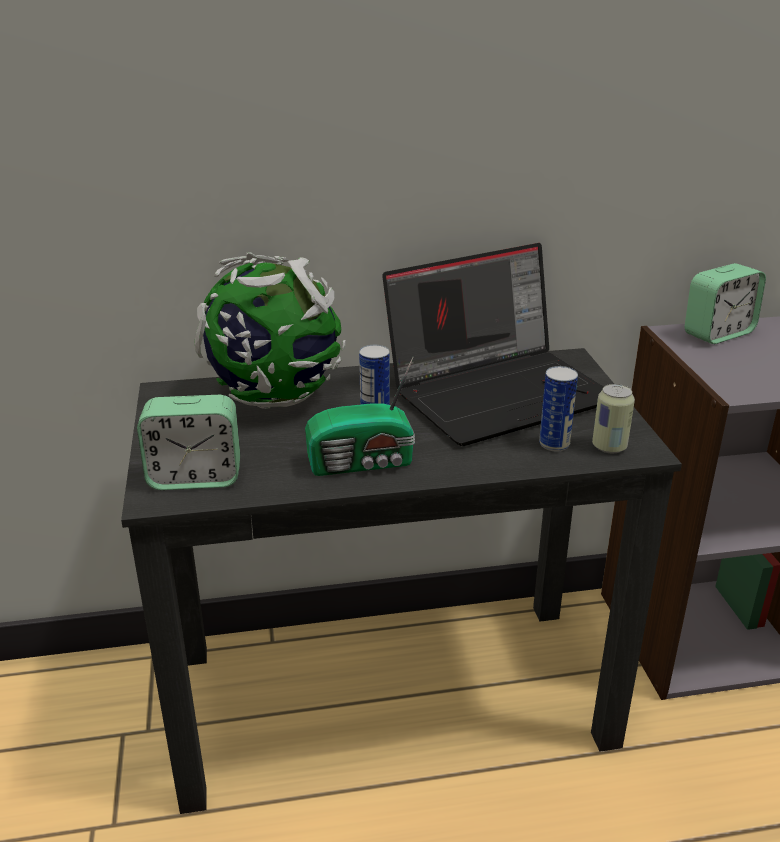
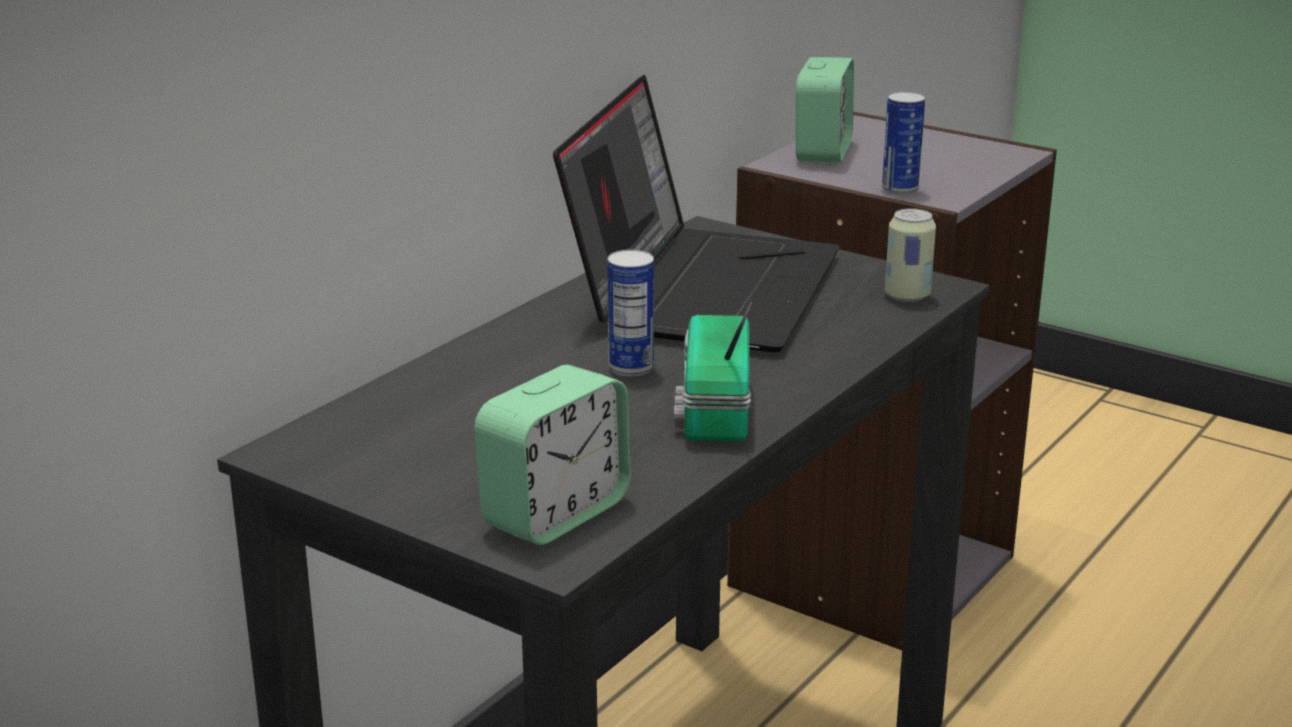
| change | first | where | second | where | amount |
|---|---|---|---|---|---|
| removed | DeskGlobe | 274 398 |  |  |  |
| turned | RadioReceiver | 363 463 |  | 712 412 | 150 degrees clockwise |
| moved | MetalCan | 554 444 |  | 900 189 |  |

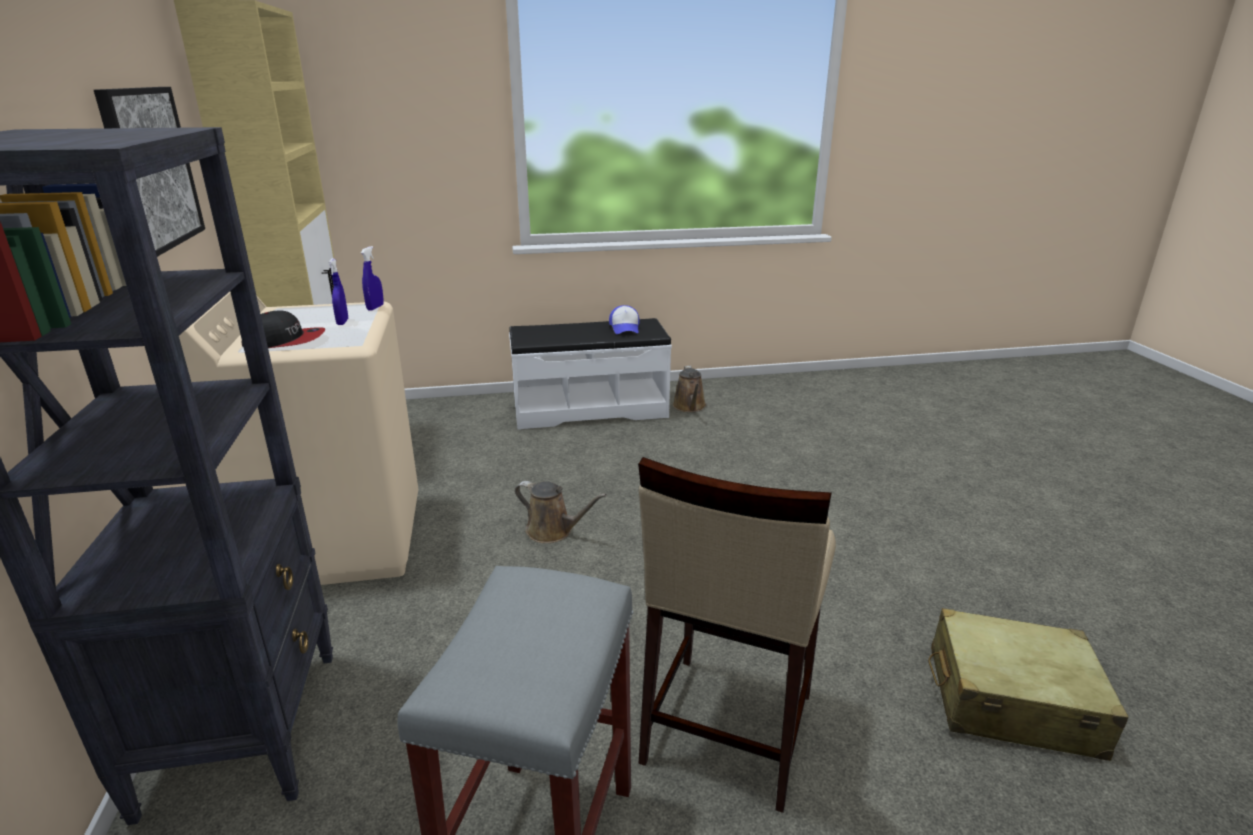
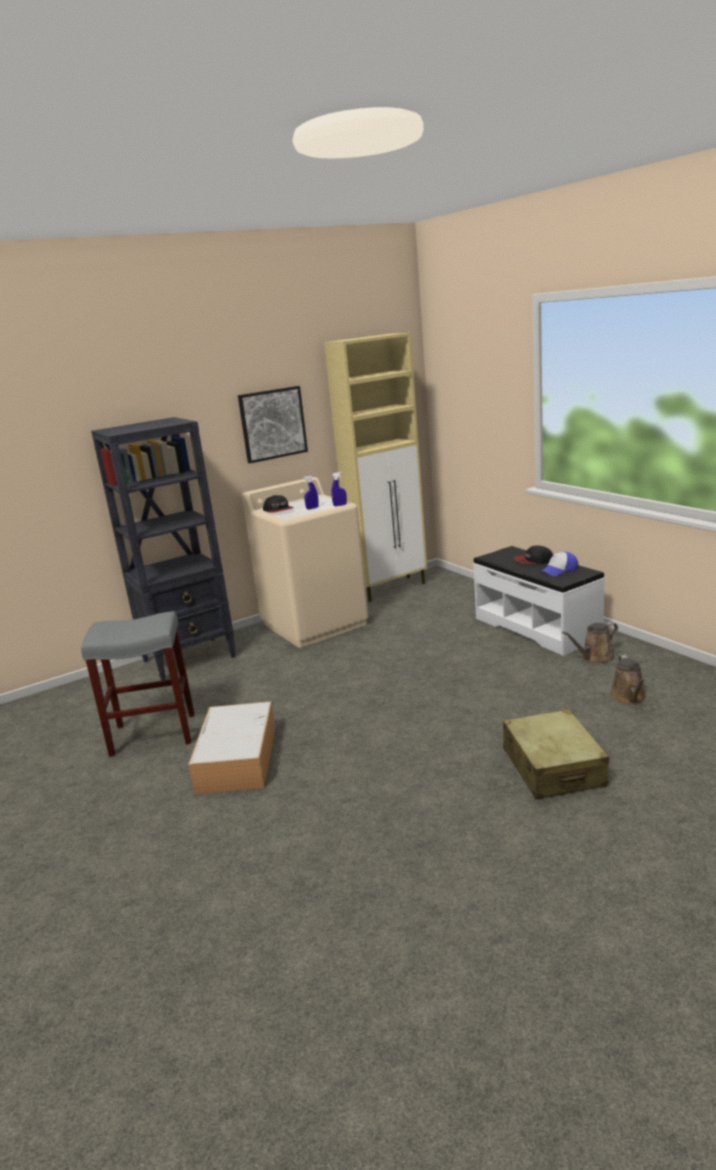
| change | first | where | second | where | amount |
|---|---|---|---|---|---|
| moved | BrownWateringPot | 553 531 |  | 629 698 |  |
| replaced | BeigeColouredStoolSeat | 726 728 | StorageBox | 237 758 |  |
| moved | BeigeColouredTravelCase | 1011 701 |  | 553 768 |  |
| added |  |  | Cap | 534 561 |  |

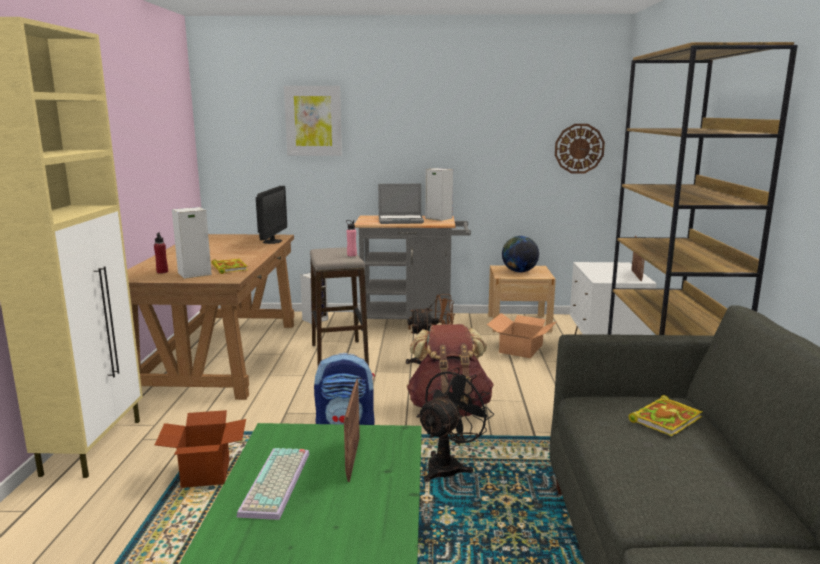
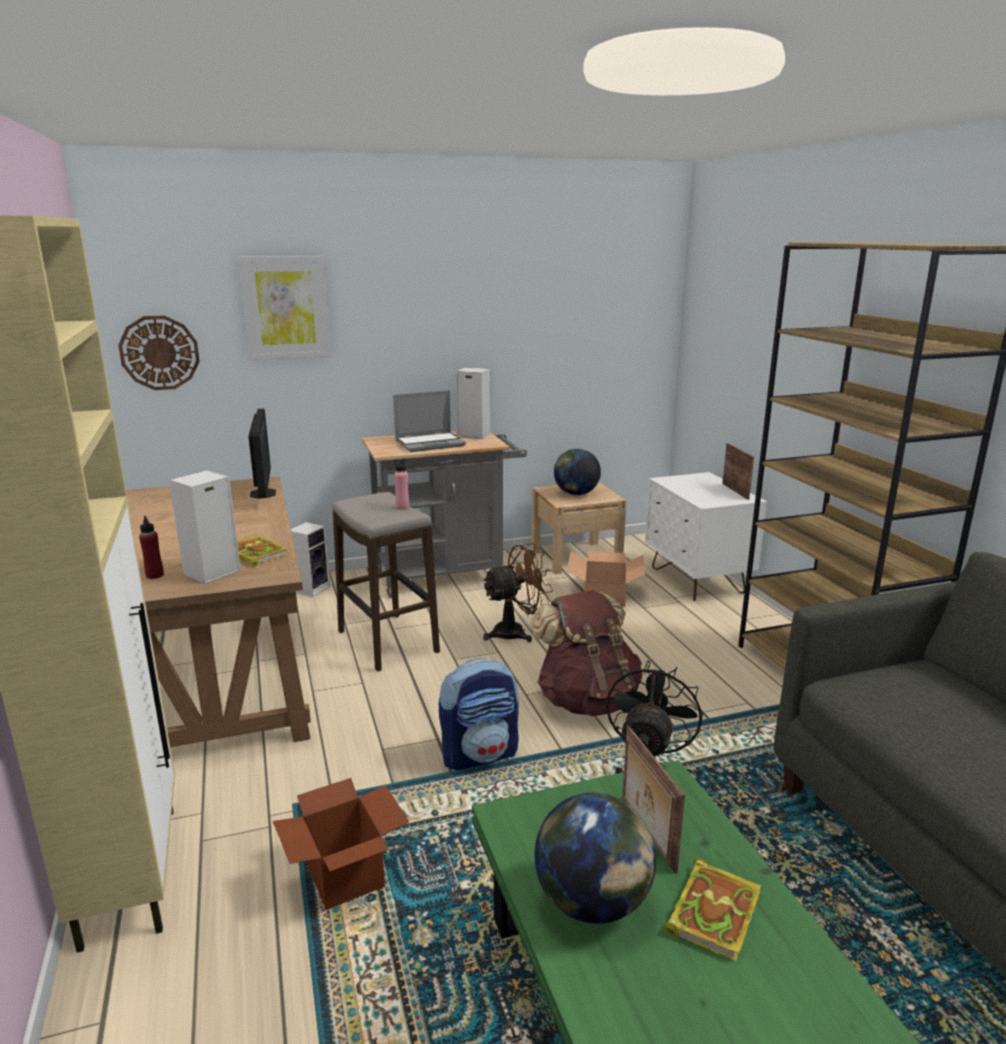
| change | first | where | second | where | amount |
|---|---|---|---|---|---|
| replaced | ComputerKeyboard | 277 484 | DeskGlobe | 593 902 |  |
| moved | ClockOnTheWall | 579 148 |  | 159 353 |  |
| moved | Book | 666 419 |  | 713 910 |  |

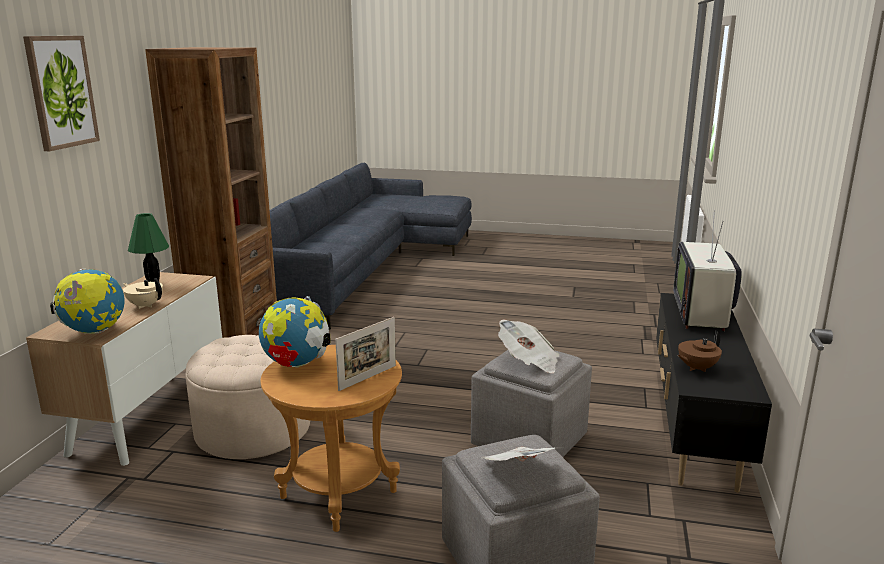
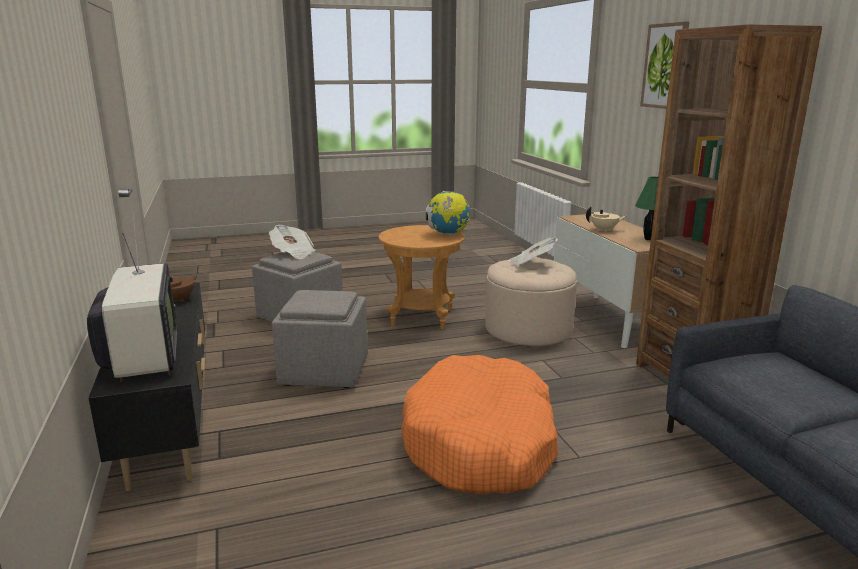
| change | first | where | second | where | amount |
|---|---|---|---|---|---|
| removed | DeskGlobe | 94 331 |  |  |  |
| removed | StandingFrame | 368 378 |  |  |  |
| moved | PrintedPaper | 529 362 |  | 531 264 |  |
| added |  |  | OrangePetBed | 481 443 |  |

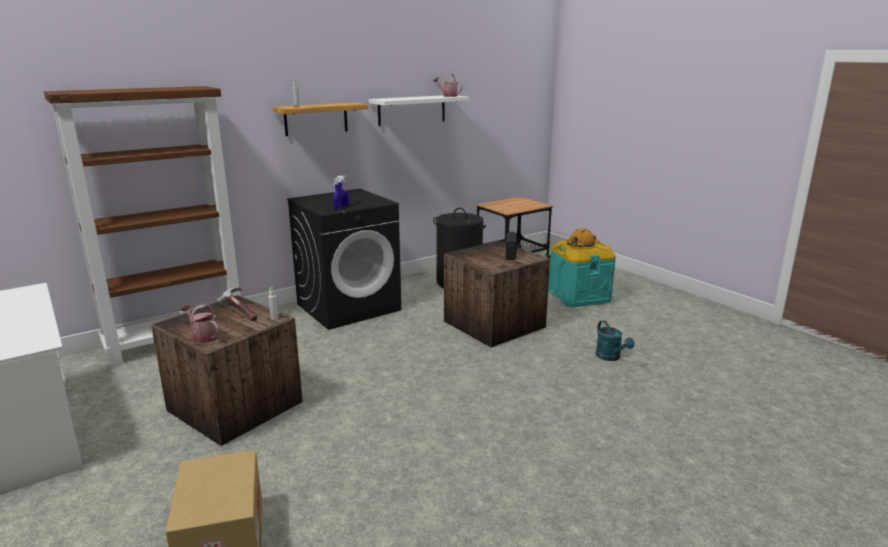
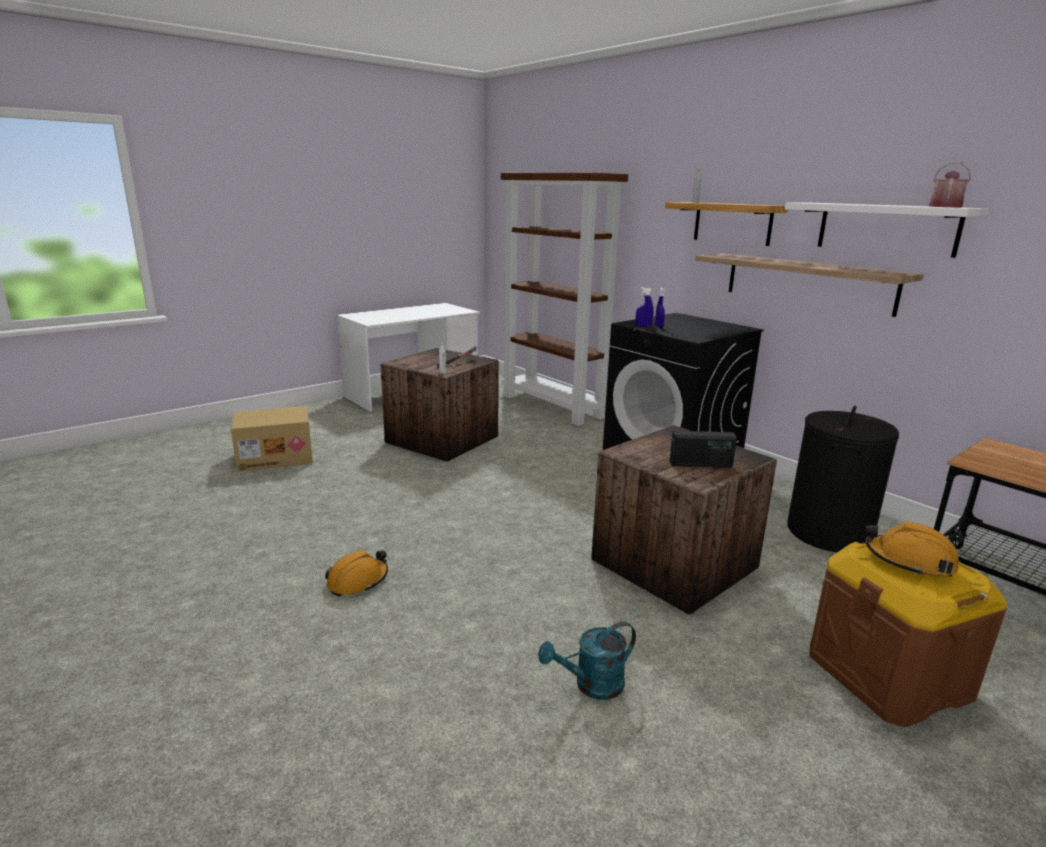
| change | first | where | second | where | amount |
|---|---|---|---|---|---|
| removed | WateringPot | 203 336 |  |  |  |
| recoloured | TurquoiseStorageBox | 578 296 | BrownStorageBox | 887 674 |  |
| added |  |  | OrangeWorkHelmet | 358 581 |  |
| added |  |  | BracketShelf | 808 282 |  |

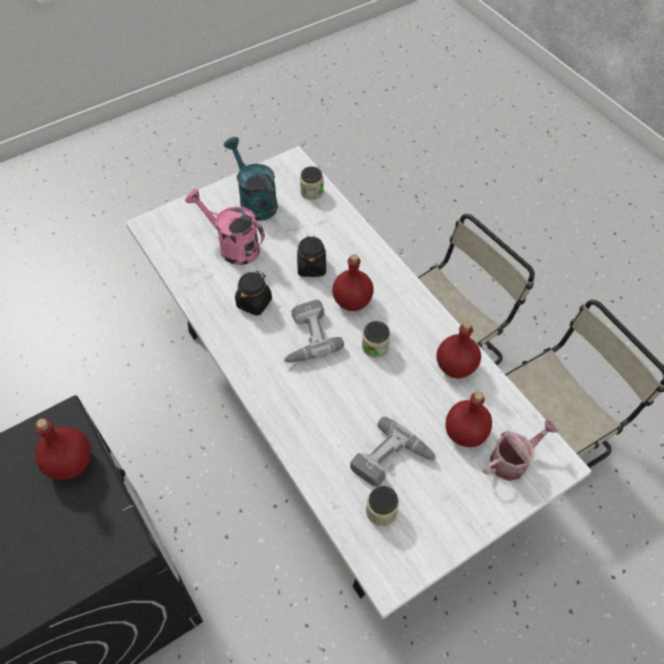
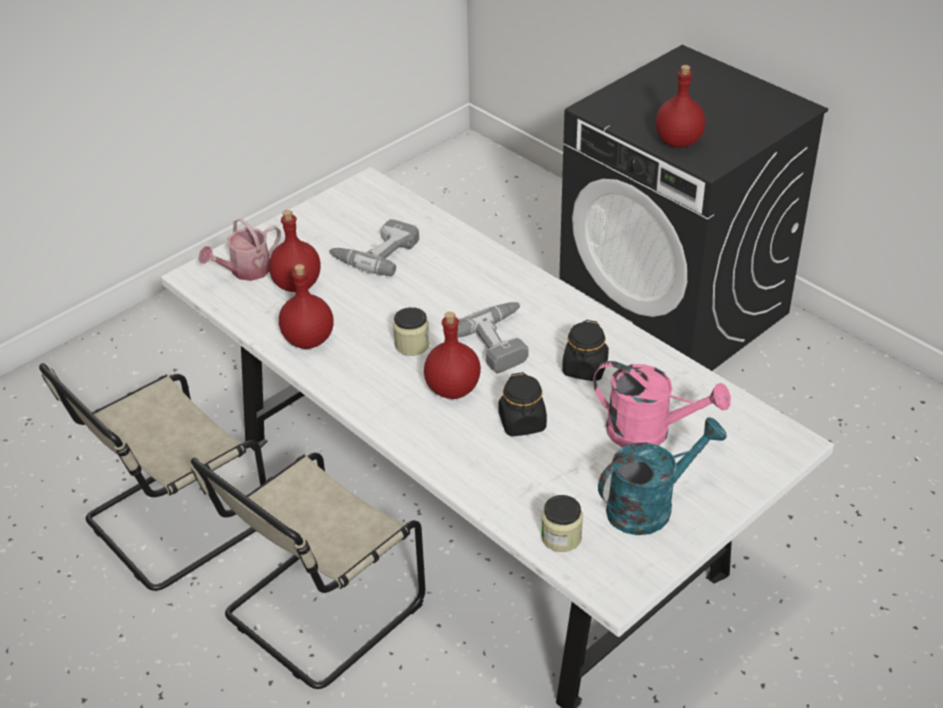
| change | first | where | second | where | amount |
|---|---|---|---|---|---|
| turned | TurquoiseWateringPot | 254 201 |  | 650 505 | 75 degrees counterclockwise |
| removed | Jar | 381 511 |  |  |  |

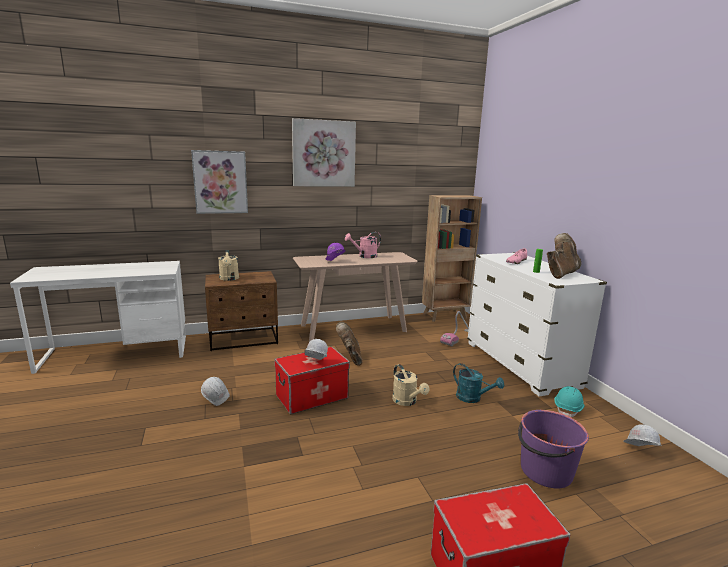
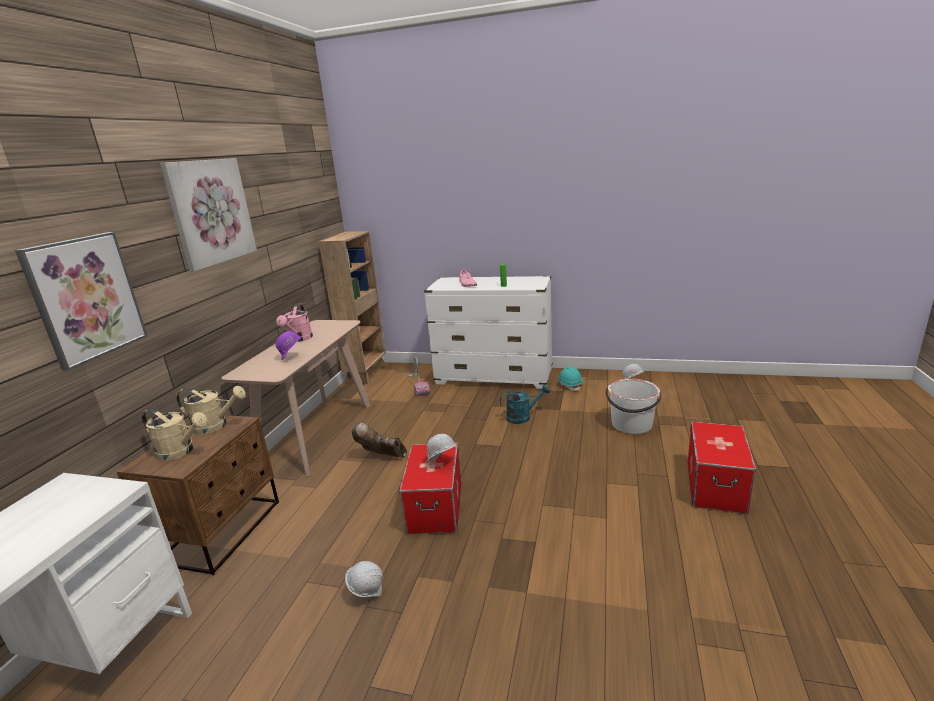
| change | first | where | second | where | amount |
|---|---|---|---|---|---|
| moved | BeigeColouredWateringPot | 407 402 |  | 216 426 |  |
| recoloured | PurplishWaterBucket | 545 471 | WhitishWaterBucket | 631 425 |  |
| removed | BrownBoot | 560 274 |  |  |  |

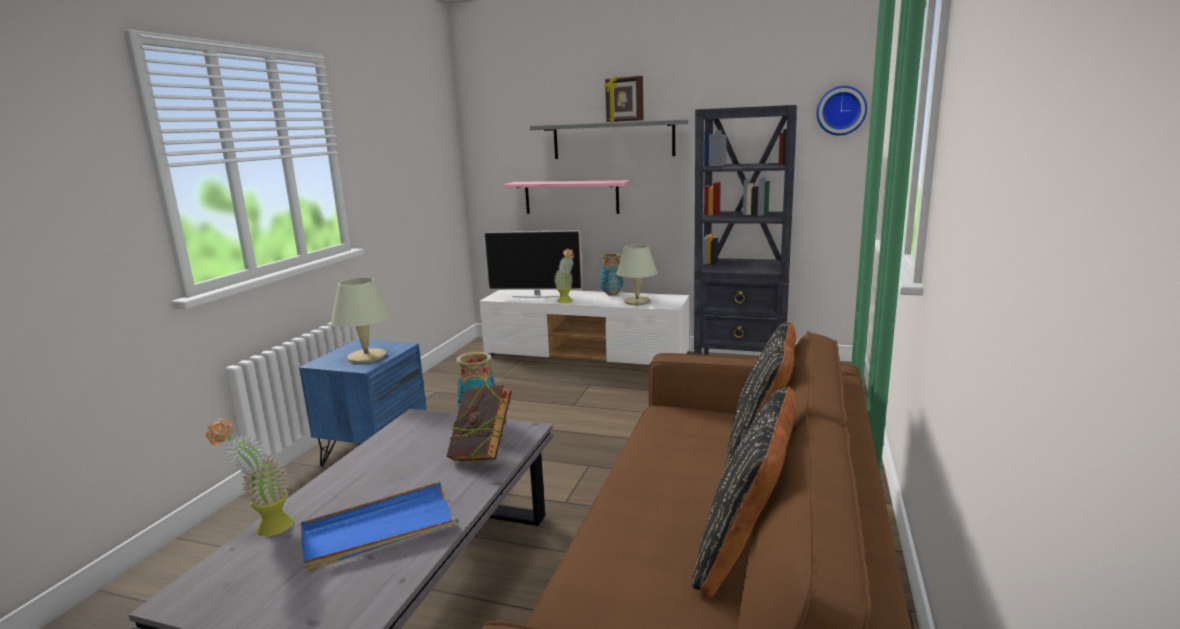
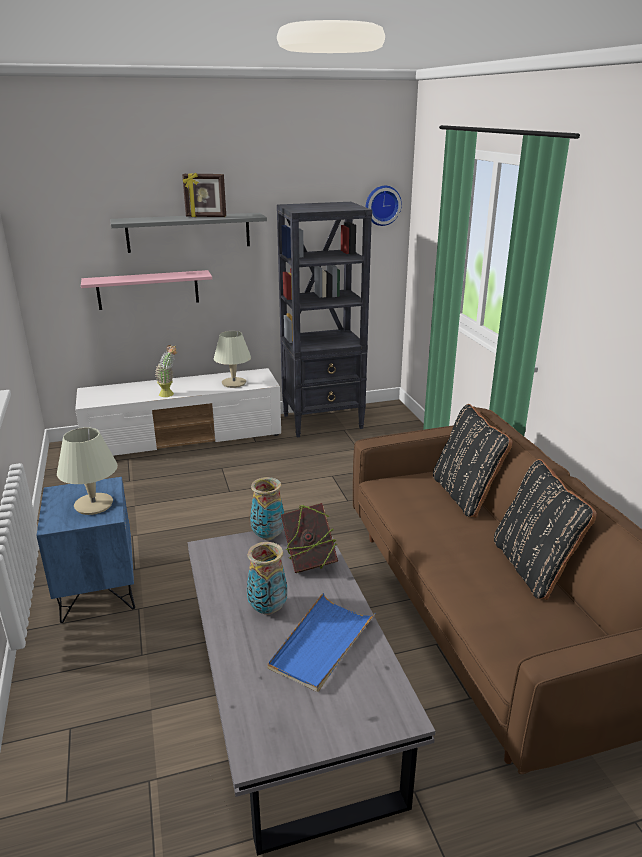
| change | first | where | second | where | amount |
|---|---|---|---|---|---|
| removed | Houseplant | 264 529 |  |  |  |
| removed | Tv | 536 296 |  |  |  |
| moved | Vase | 612 294 |  | 268 609 |  |

